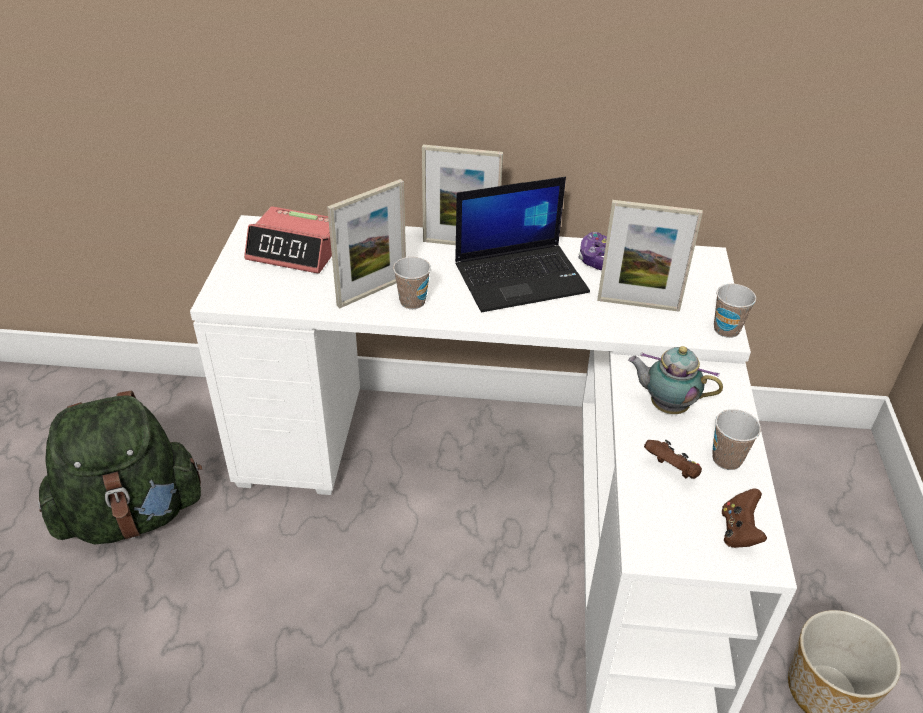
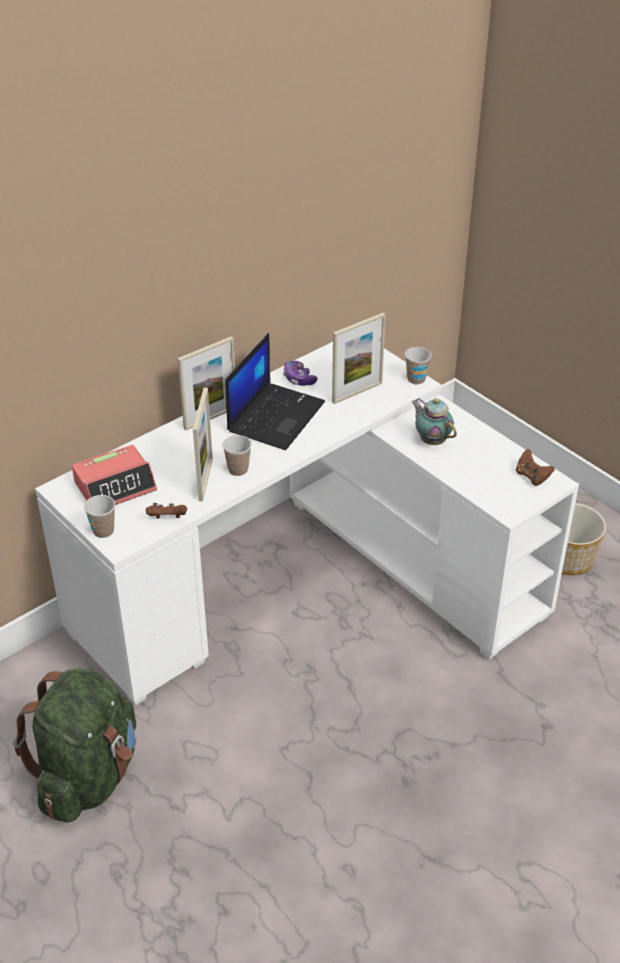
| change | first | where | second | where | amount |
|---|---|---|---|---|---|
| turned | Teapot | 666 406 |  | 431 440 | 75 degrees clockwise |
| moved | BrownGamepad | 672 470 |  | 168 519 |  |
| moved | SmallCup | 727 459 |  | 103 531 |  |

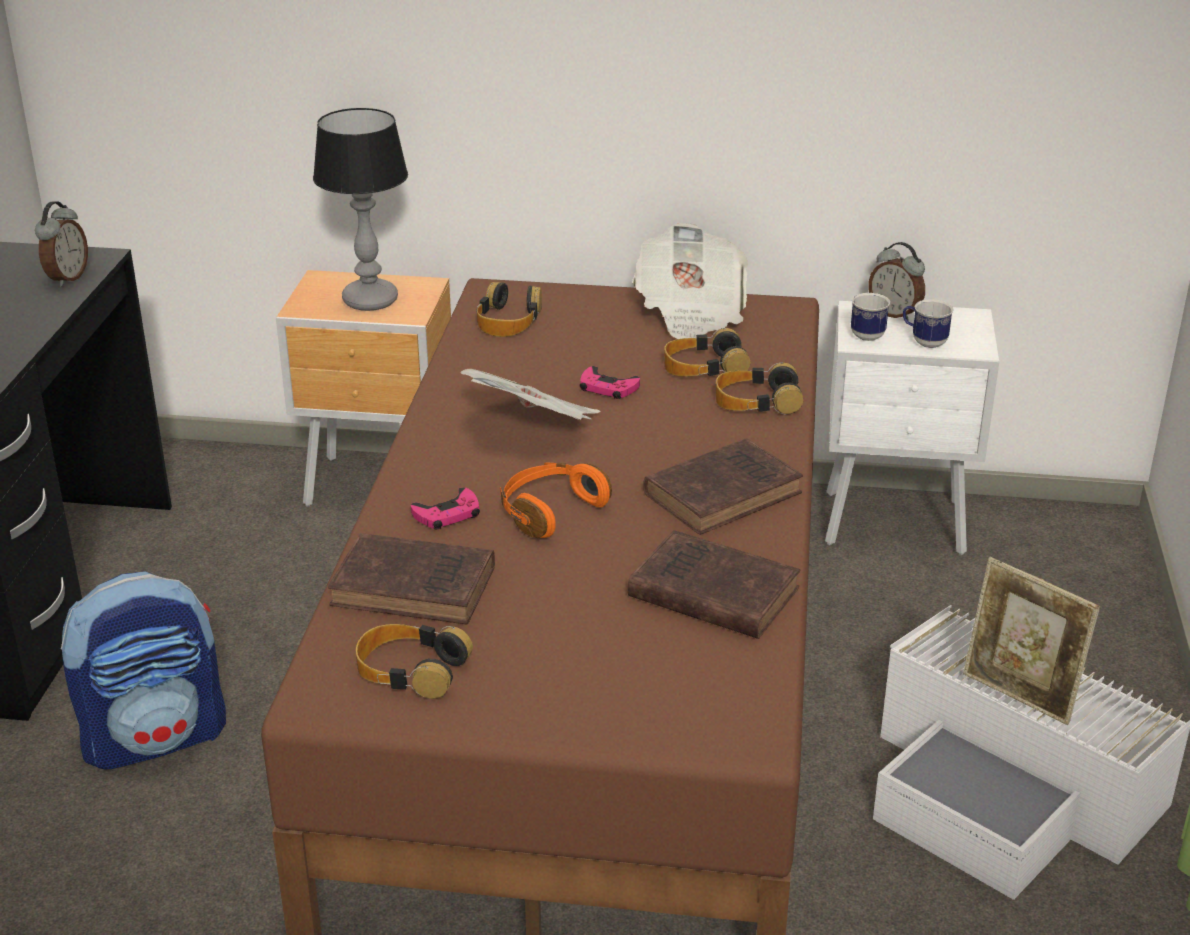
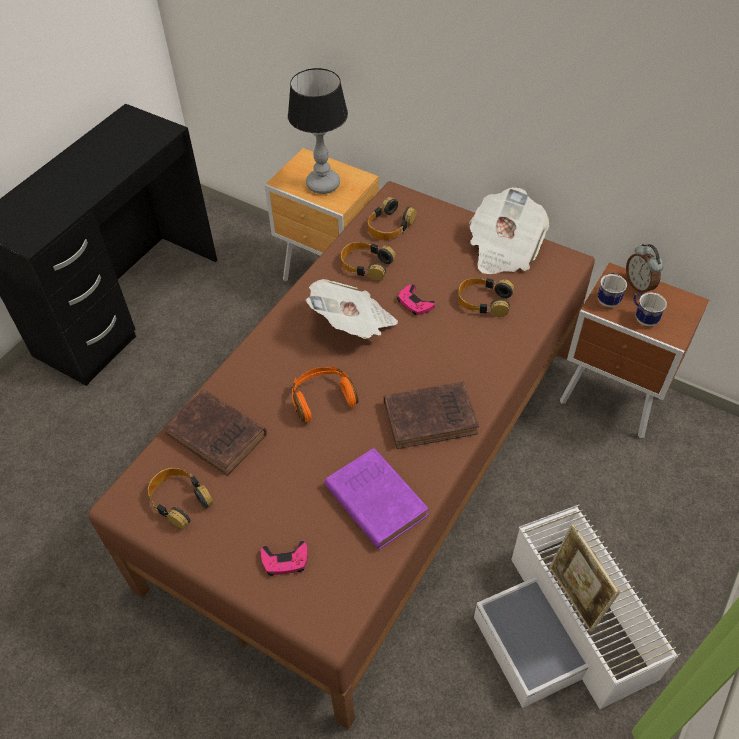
| change | first | where | second | where | amount |
|---|---|---|---|---|---|
| removed | TableClock | 66 278 |  |  |  |
| removed | Rucksack | 156 737 |  |  |  |
| moved | PinkishGamepad | 448 514 |  | 285 560 |  |
| recoloured | BrownBook | 709 592 | PurplishBook | 374 499 |  |
| moved | PairOfHeadphones | 757 401 |  | 366 265 |  |
| recoloured | WhitishNightTable | 897 525 | BrownNightTable | 613 401 |  |

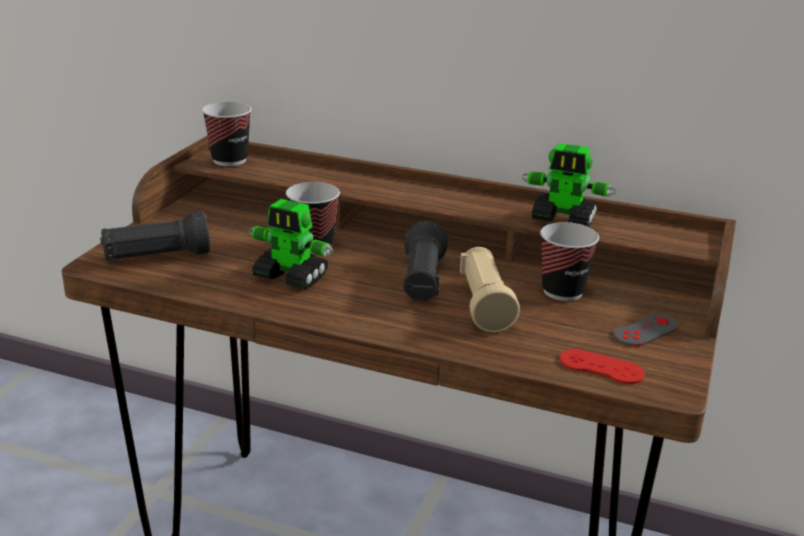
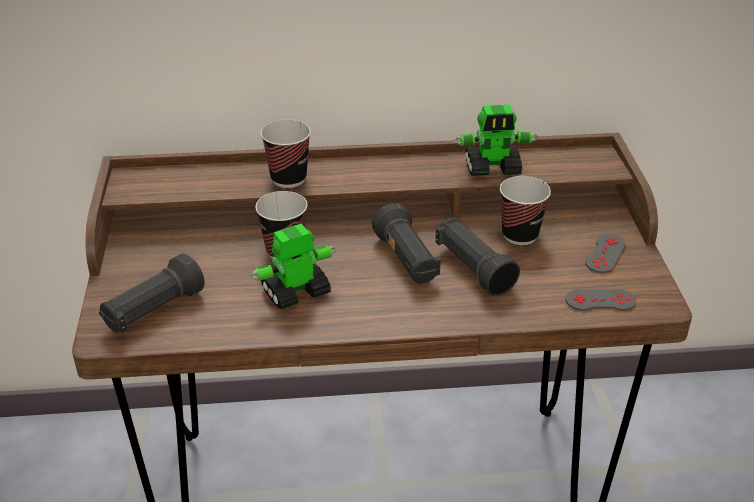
| change | first | where | second | where | amount |
|---|---|---|---|---|---|
| moved | SmallCup | 229 160 |  | 288 178 |  |
| turned | ModelRobot | 291 277 |  | 295 292 | 150 degrees clockwise |
| recoloured | BeigeColouredFlashlight | 484 305 | BlackColouredFlashlight | 473 269 |  |
| recoloured | ReddishGamepad | 601 367 | GreyGamepad | 600 300 |  |

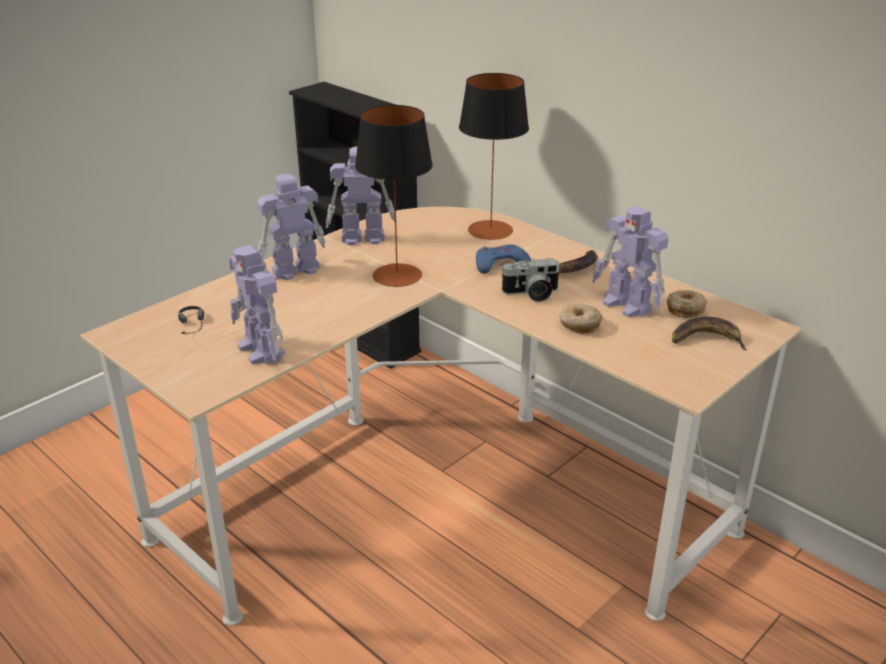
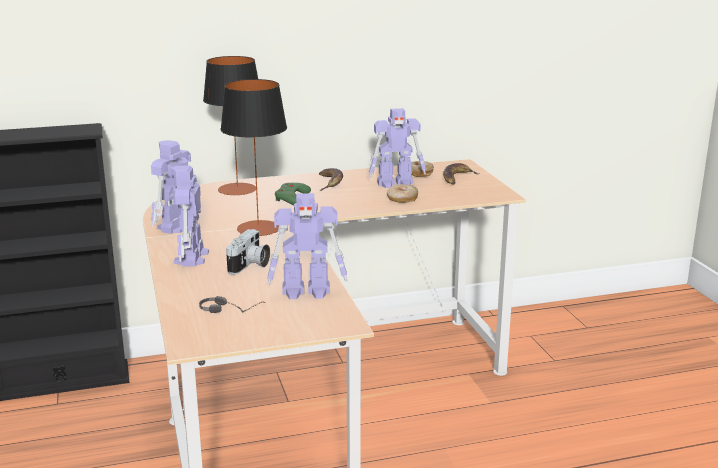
| change | first | where | second | where | amount |
|---|---|---|---|---|---|
| recoloured | BluishGamepad | 500 264 | GreenGamepad | 292 198 |  |
| moved | StillCamera | 531 294 |  | 250 265 |  |

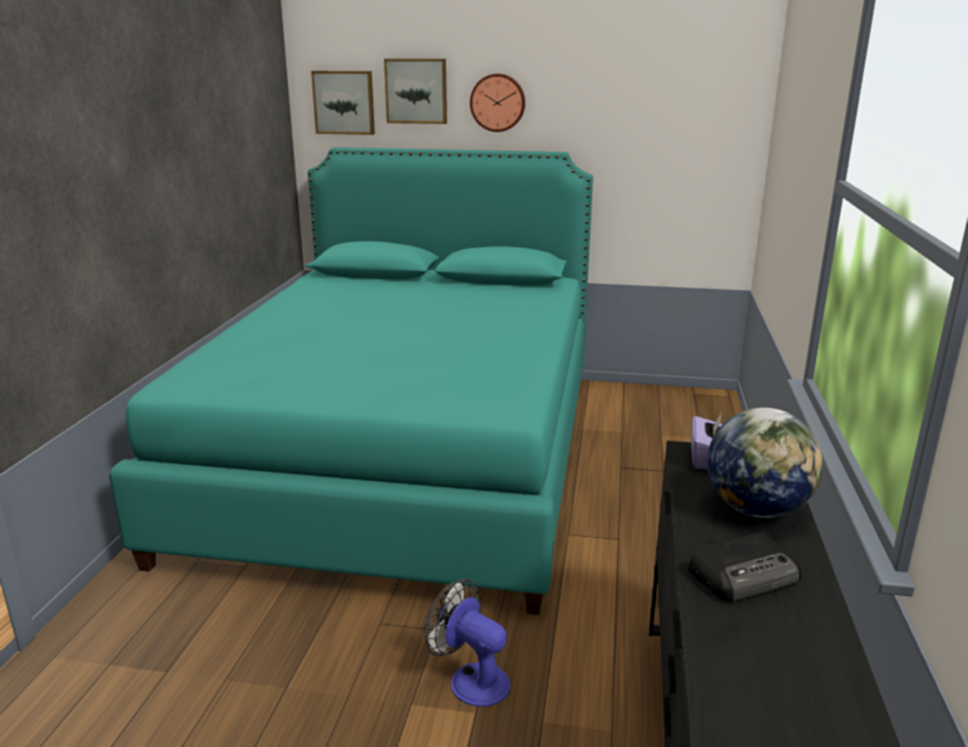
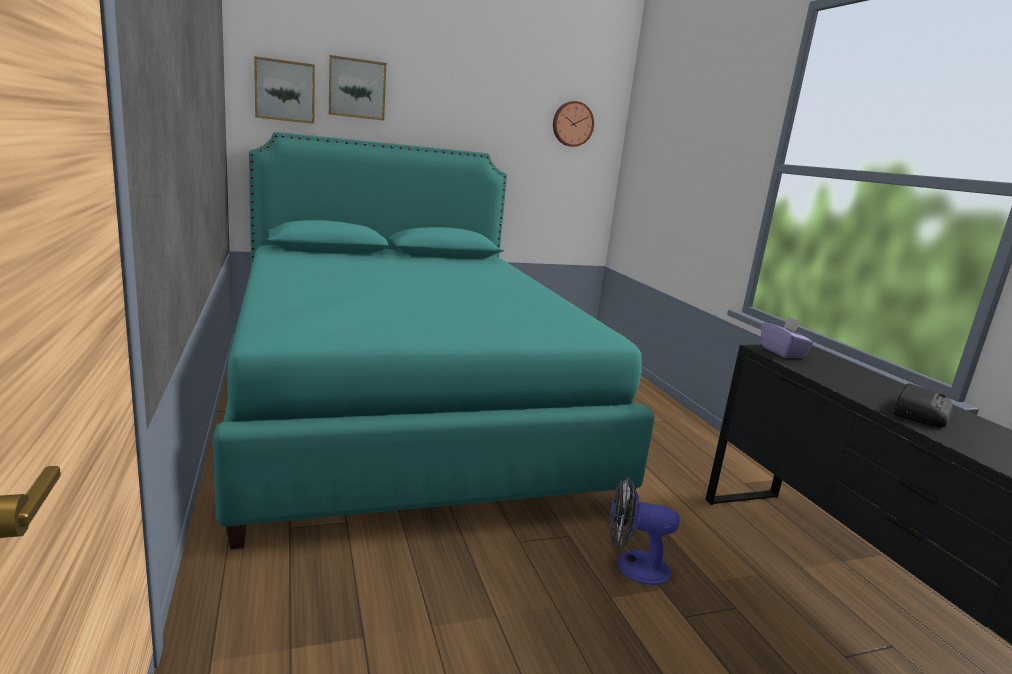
| change | first | where | second | where | amount |
|---|---|---|---|---|---|
| moved | ClockOnTheWall | 498 102 |  | 572 124 |  |
| removed | DeskGlobe | 757 509 |  |  |  |

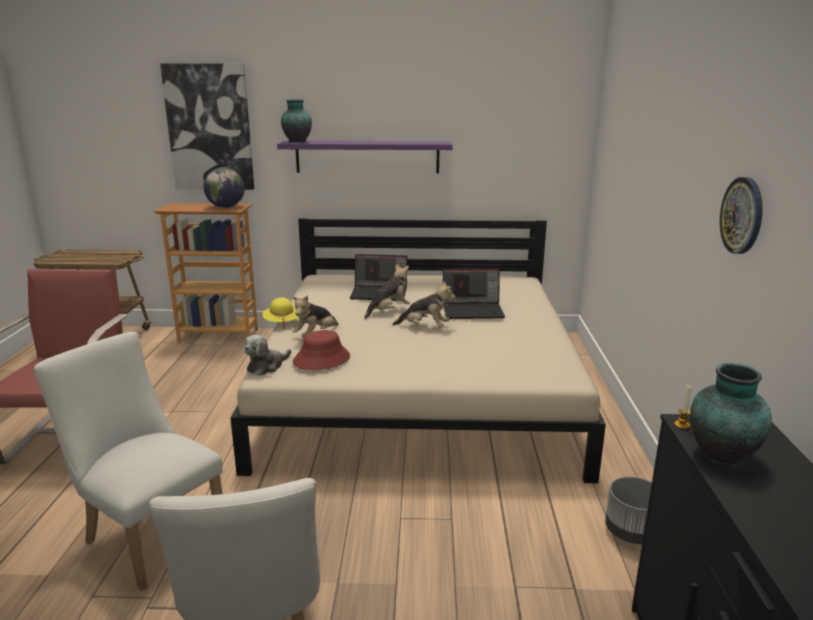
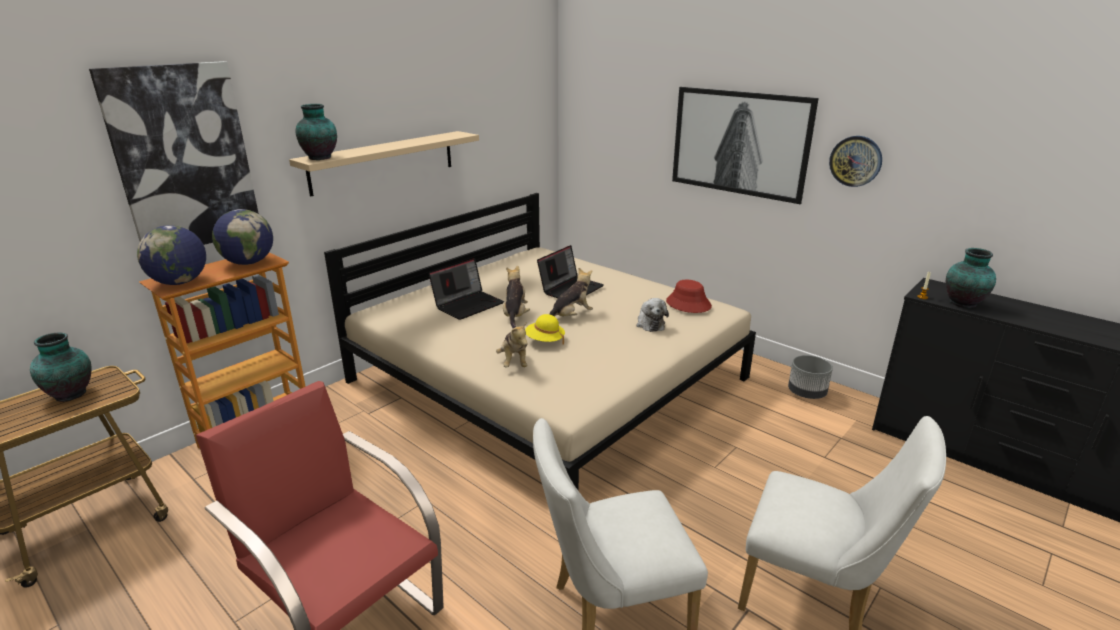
| change | first | where | second | where | amount |
|---|---|---|---|---|---|
| moved | PlushToy | 267 366 |  | 650 324 |  |
| moved | YellowClothingHat | 282 322 |  | 545 340 |  |
| recoloured | PurplishBracketShelf | 367 157 | BeigeColouredBracketShelf | 384 162 |  |
| moved | ReddishClothingHat | 321 359 |  | 688 304 |  |
| added |  |  | Vase | 72 393 |  |
| added |  |  | DeskGlobe | 180 282 |  |
| added |  |  | WallArt | 740 143 |  |

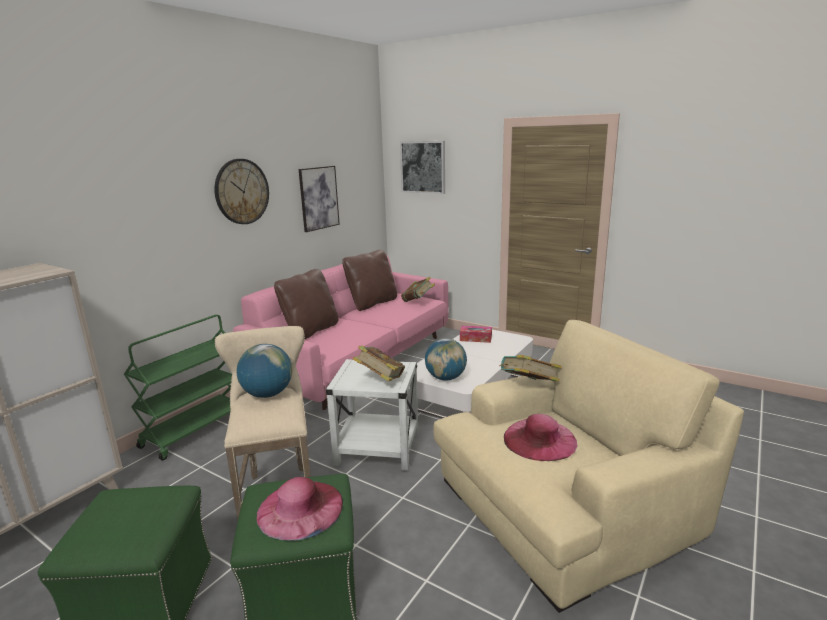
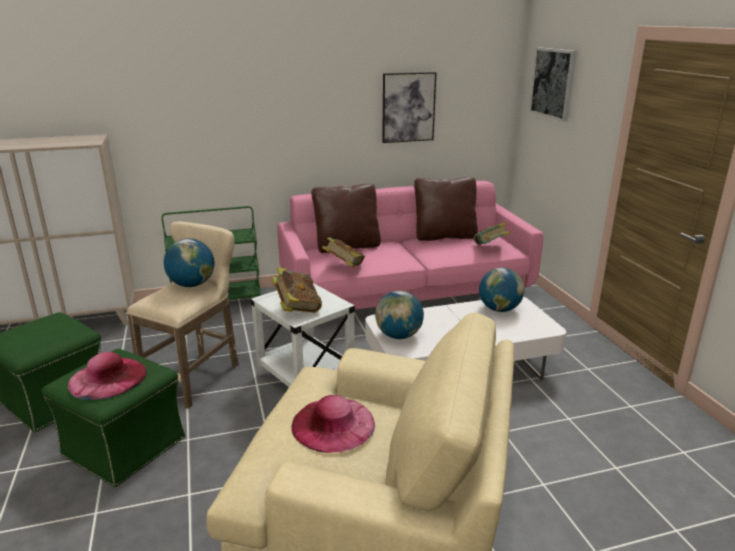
| change | first | where | second | where | amount |
|---|---|---|---|---|---|
| removed | ClockOnTheWall | 241 191 |  |  |  |
| replaced | BoxOfTissues | 475 338 | DeskGlobe | 499 309 |  |
| moved | Book | 528 386 |  | 344 267 |  |

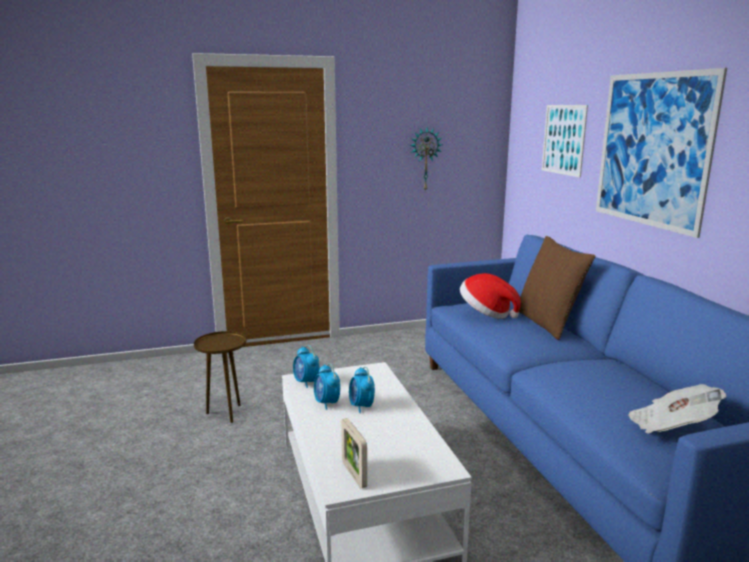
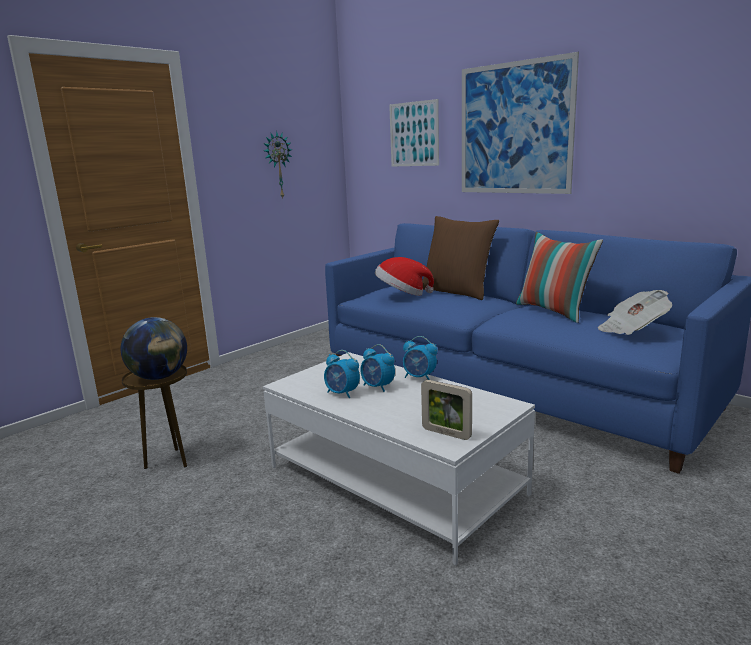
| change | first | where | second | where | amount |
|---|---|---|---|---|---|
| moved | TableClock | 306 382 |  | 419 377 |  |
| added |  |  | DeskGlobe | 159 377 |  |
| added |  |  | Cushion | 554 311 |  |

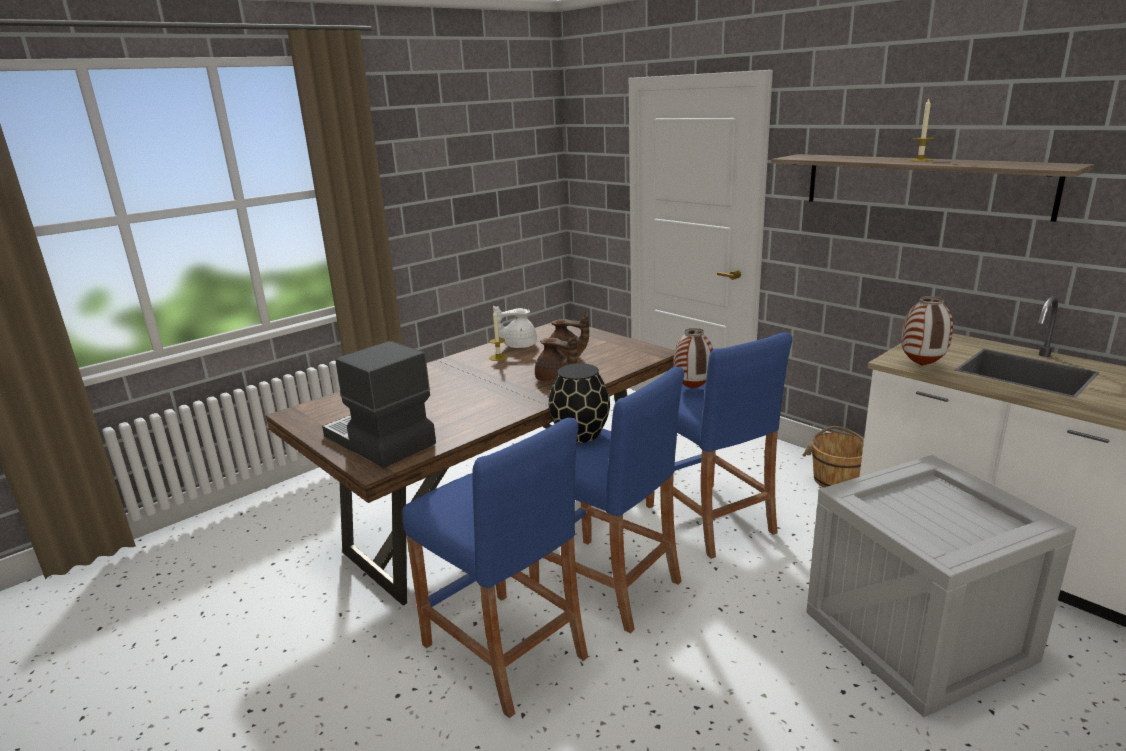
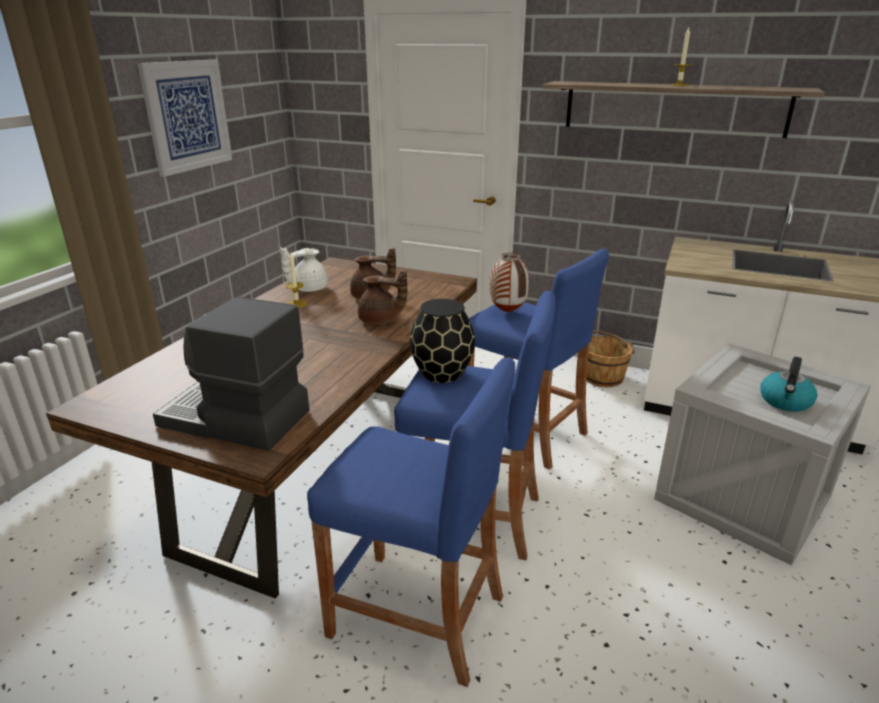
| change | first | where | second | where | amount |
|---|---|---|---|---|---|
| removed | Vase | 922 365 |  |  |  |
| added |  |  | WallArt | 187 116 |  |
| added |  |  | Kettle | 785 402 |  |

